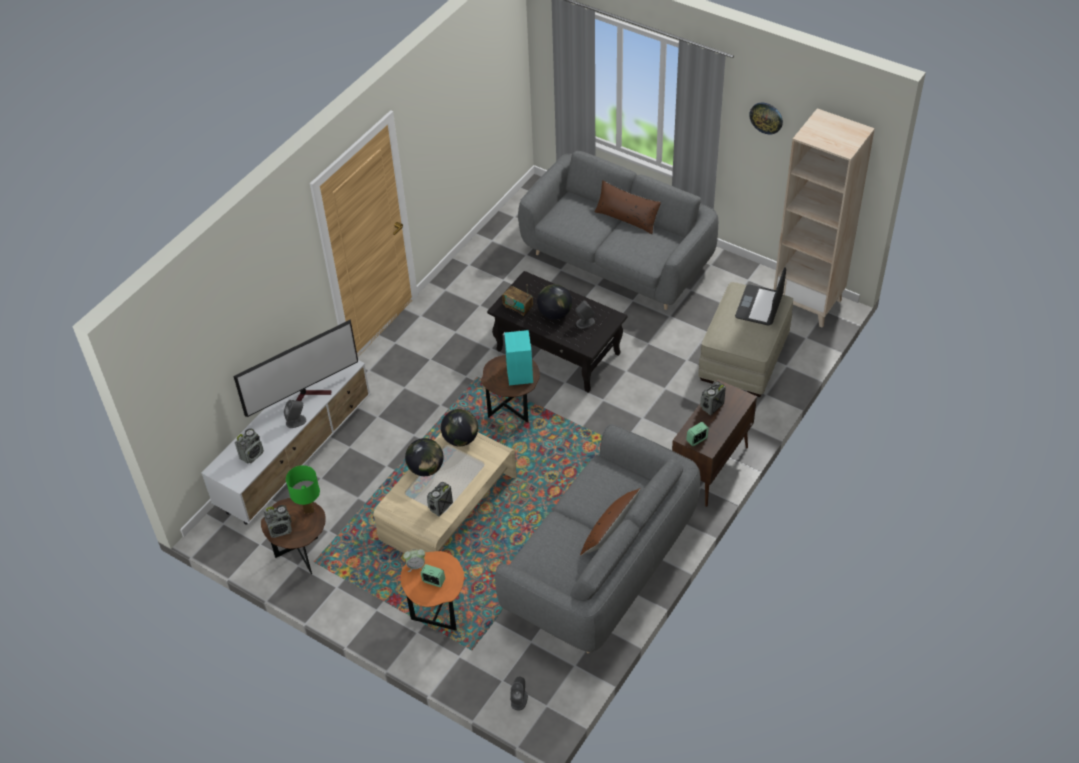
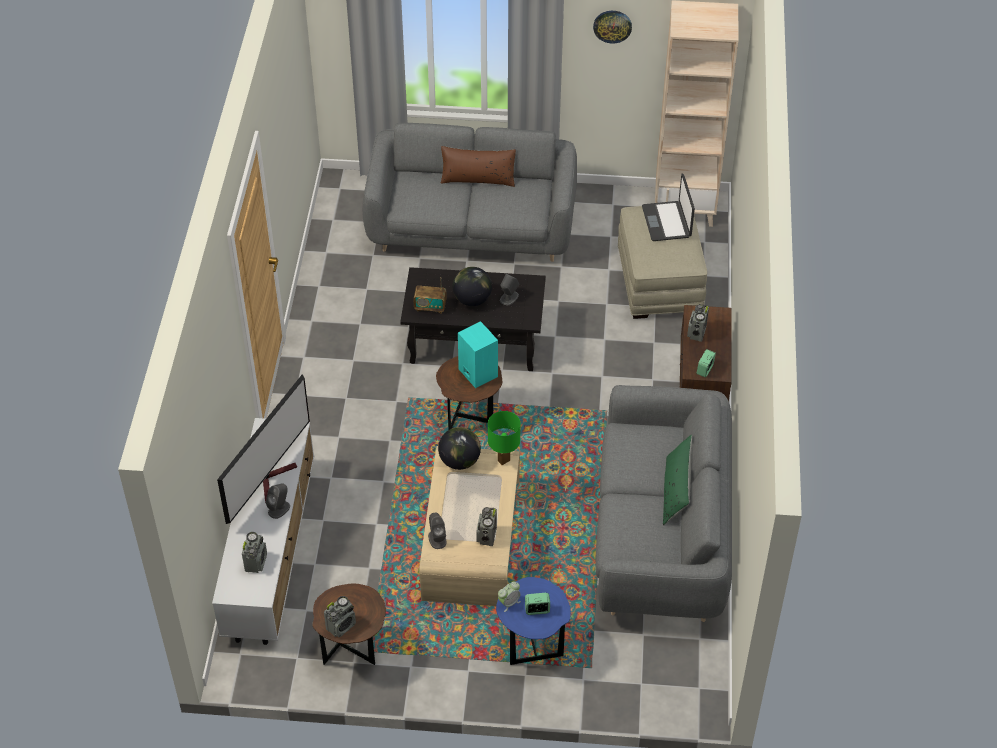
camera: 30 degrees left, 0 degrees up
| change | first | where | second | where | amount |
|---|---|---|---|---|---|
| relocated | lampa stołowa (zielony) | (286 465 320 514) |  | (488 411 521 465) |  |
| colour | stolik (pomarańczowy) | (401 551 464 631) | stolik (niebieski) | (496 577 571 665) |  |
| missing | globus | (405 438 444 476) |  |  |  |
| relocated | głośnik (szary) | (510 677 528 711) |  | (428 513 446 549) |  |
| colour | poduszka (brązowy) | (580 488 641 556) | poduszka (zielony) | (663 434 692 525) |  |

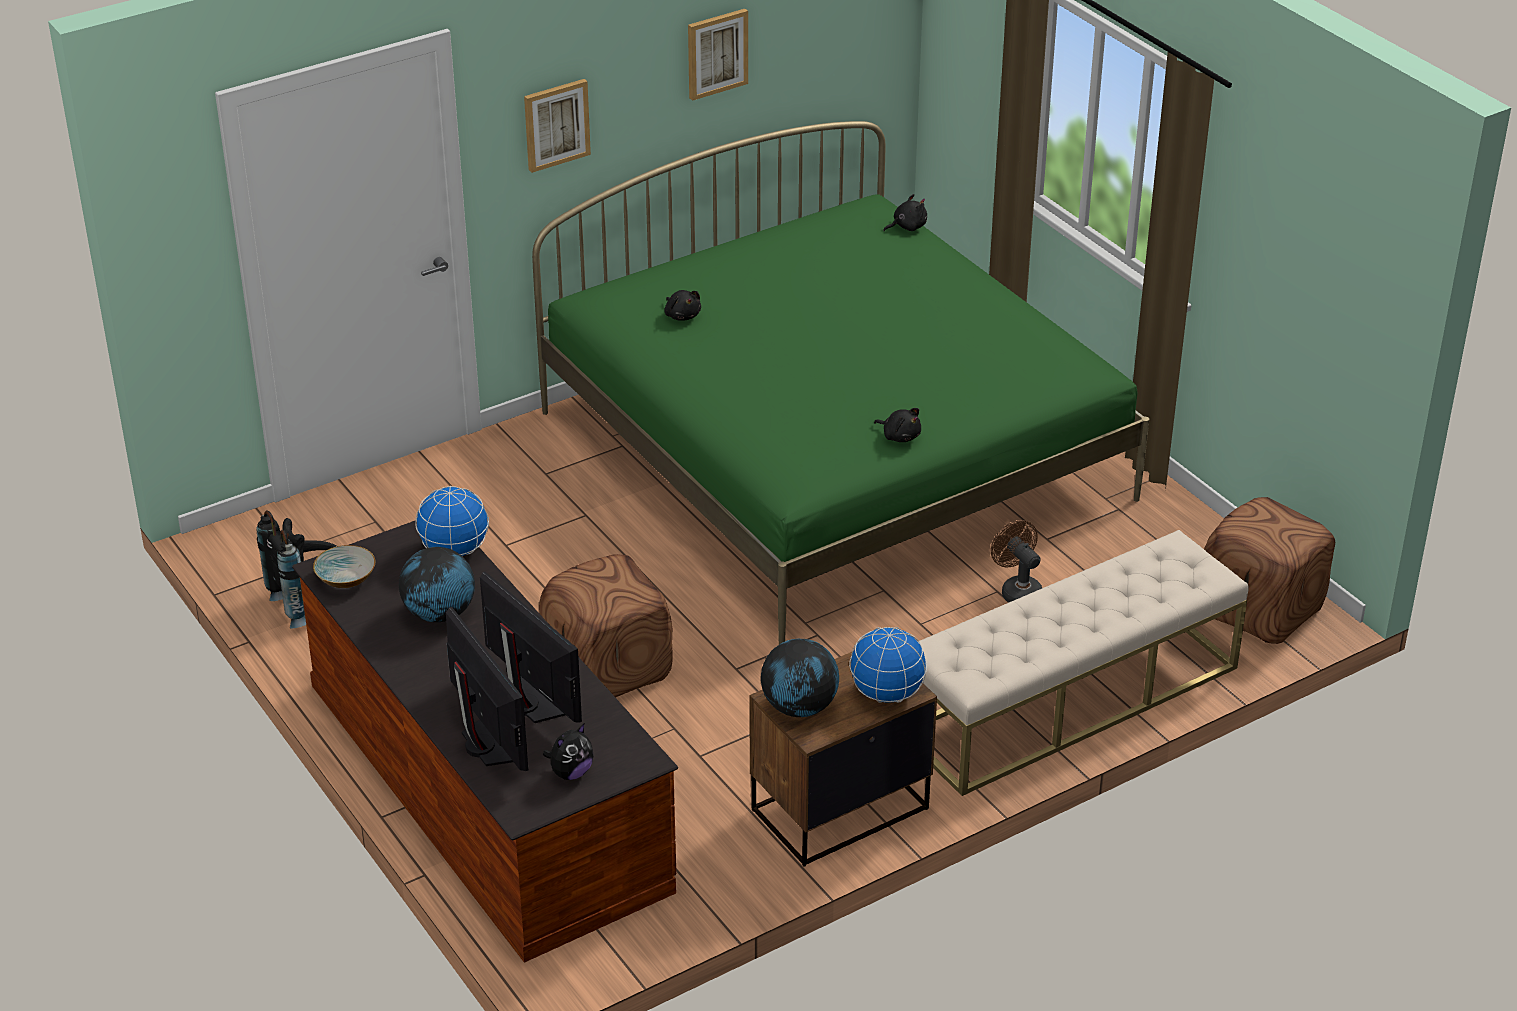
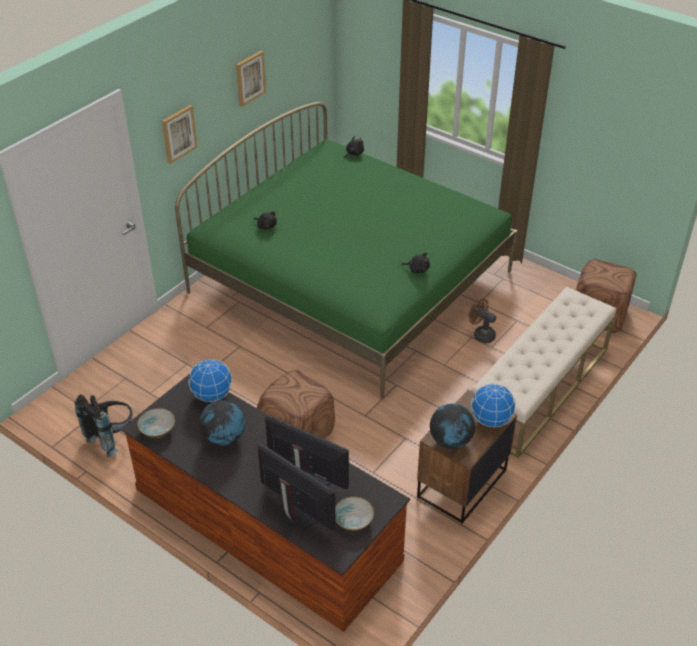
camera: 20 degrees left, 5 degrees up
| change | first | where | second | where | amount |
|---|---|---|---|---|---|
| exchanged | pluszak | (543 724 593 780) | miska | (335 497 374 531) |  |

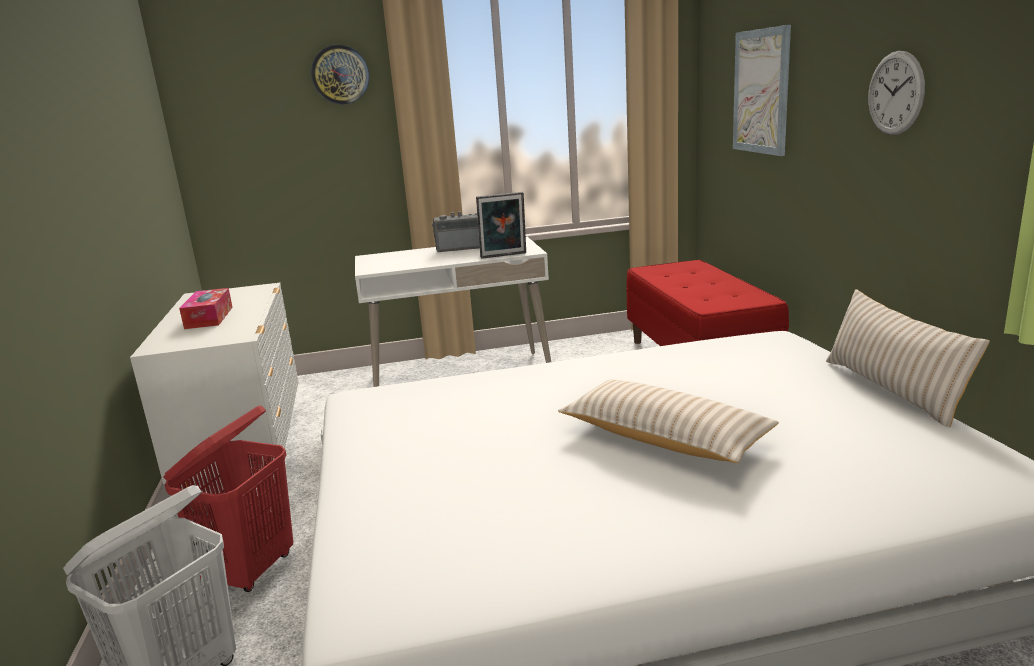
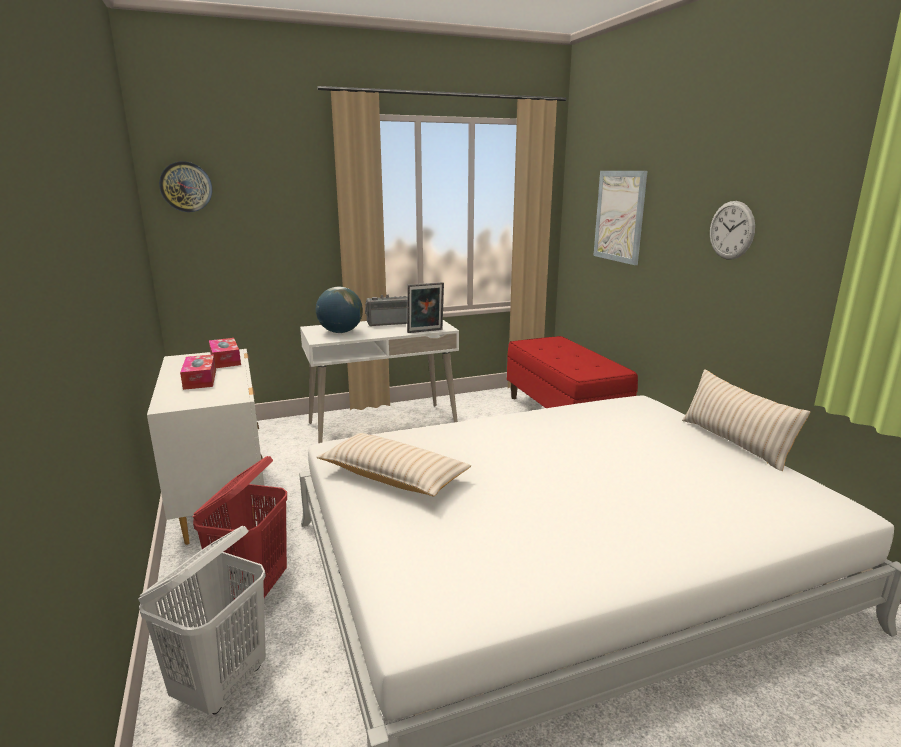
camera: 10 degrees left, 0 degrees up
| change | first | where | second | where | amount |
|---|---|---|---|---|---|
| relocated | zegar ścienny | (311 45 369 105) |  | (159 161 212 212) |  |
| relocated | poduszka (beżowy) | (558 379 779 463) |  | (317 433 471 496) |  |
| appeared |  |  | pudełko chusteczek | (209 338 241 368) |  |
| appeared |  |  | globus | (316 287 363 333) |  |

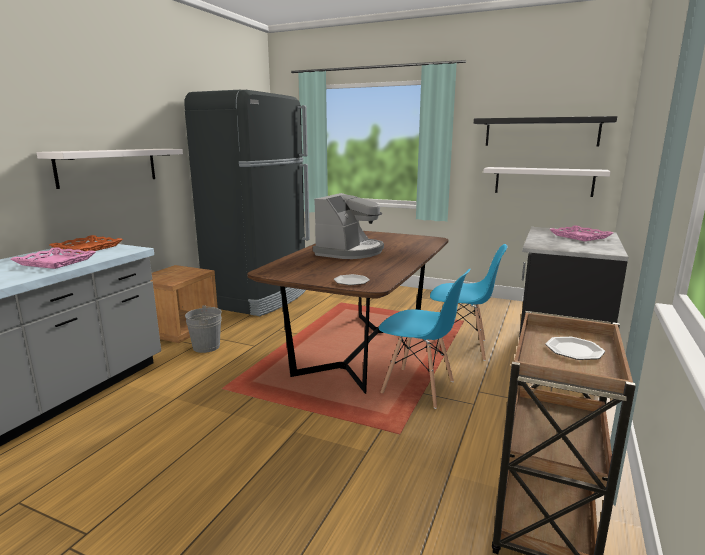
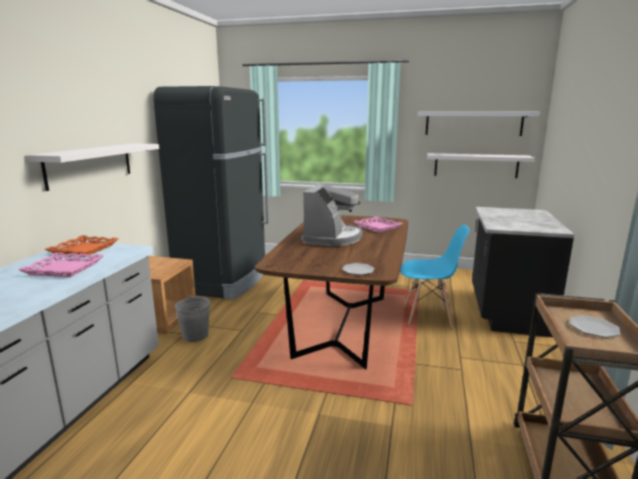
camera: 10 degrees left, 0 degrees up
| change | first | where | second | where | amount |
|---|---|---|---|---|---|
| missing | krzesło (niebieski) | (379 269 470 409) |  |  |  |
| colour | półka (czarny) | (474 116 617 146) | półka (biały) | (418 112 539 136) |  |
| relocated | taca (różowy) | (549 225 613 241) |  | (353 216 403 232) |  |

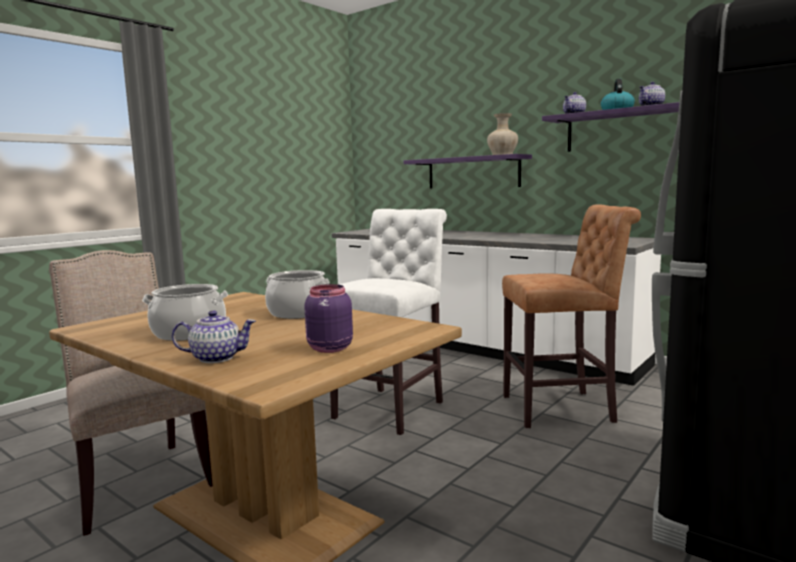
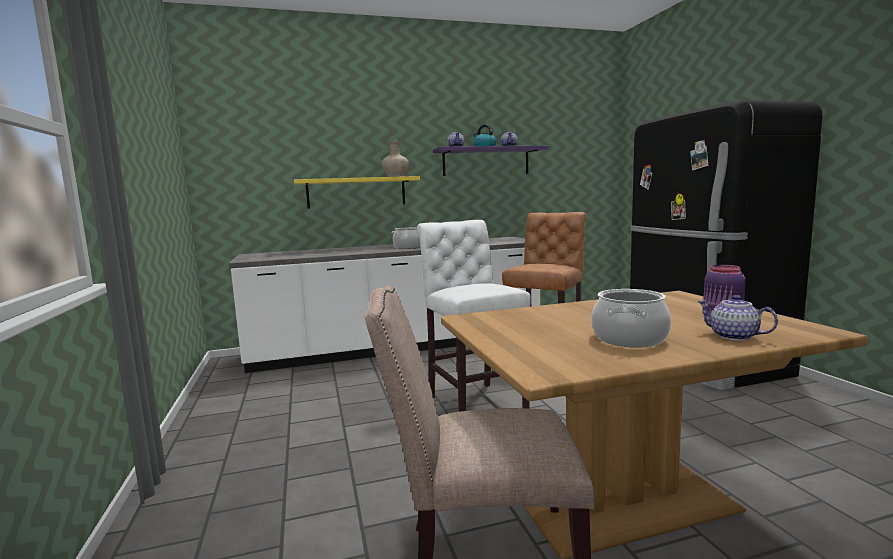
camera: 55 degrees left, 0 degrees up
| change | first | where | second | where | amount |
|---|---|---|---|---|---|
| spun | imbryk | (172 310 256 363) |  | (697 295 778 341) | 75 degrees counterclockwise |
| relocated | garnek | (265 270 330 319) |  | (392 227 421 249) |  |
| colour | półka (fioletowy) | (404 154 532 189) | półka (żółty) | (294 176 420 209) |  |

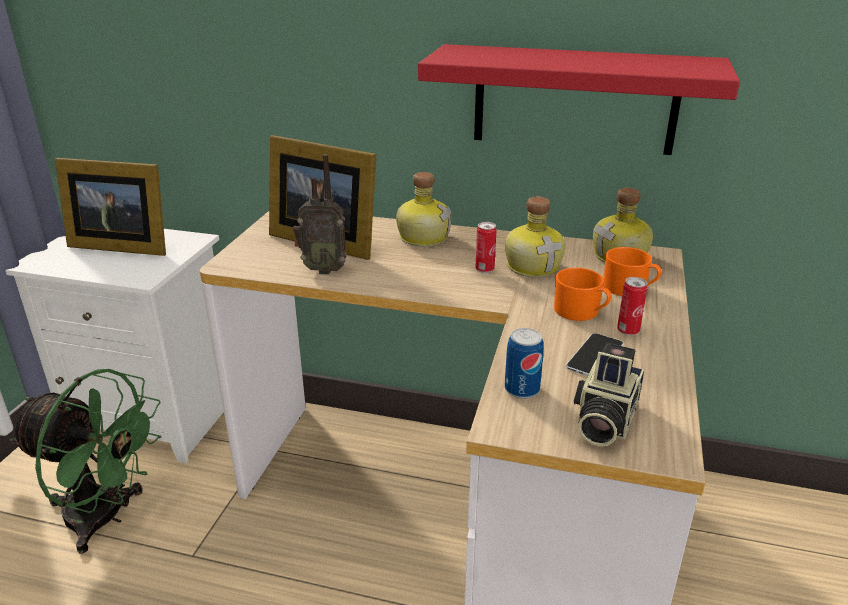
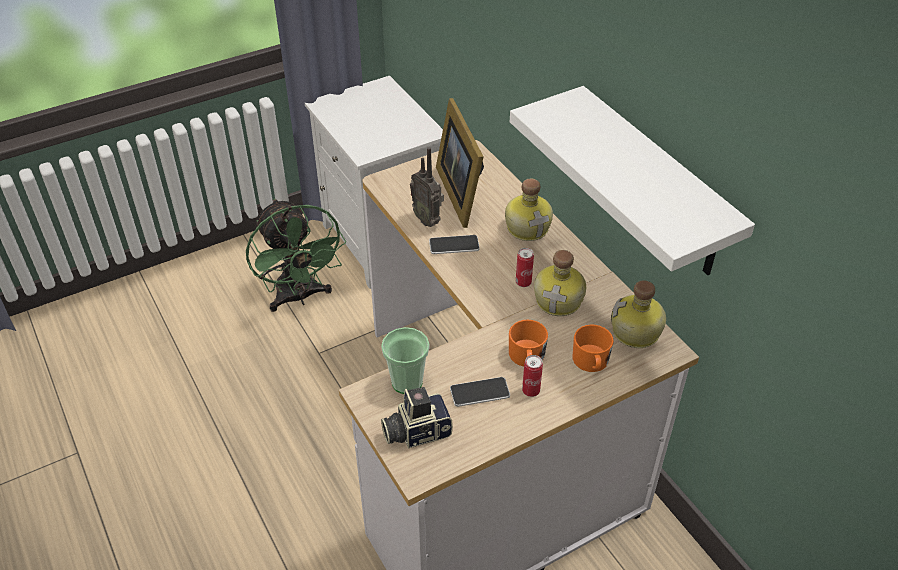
camera: 45 degrees right, 15 degrees up
| change | first | where | second | where | amount |
|---|---|---|---|---|---|
| missing | ramka na zdjęcie | (55 158 166 256) |  |  |  |
| colour | półka (czerwony) | (418 44 740 155) | półka (biały) | (510 86 755 275) |  |
| exchanged | puszka | (505 328 544 399) | filiżanka | (381 327 429 394) |  |
| appeared |  |  | telefon | (429 235 480 254) |  |

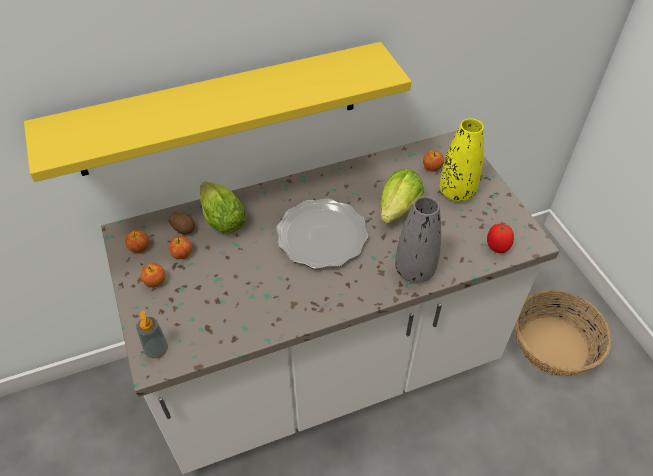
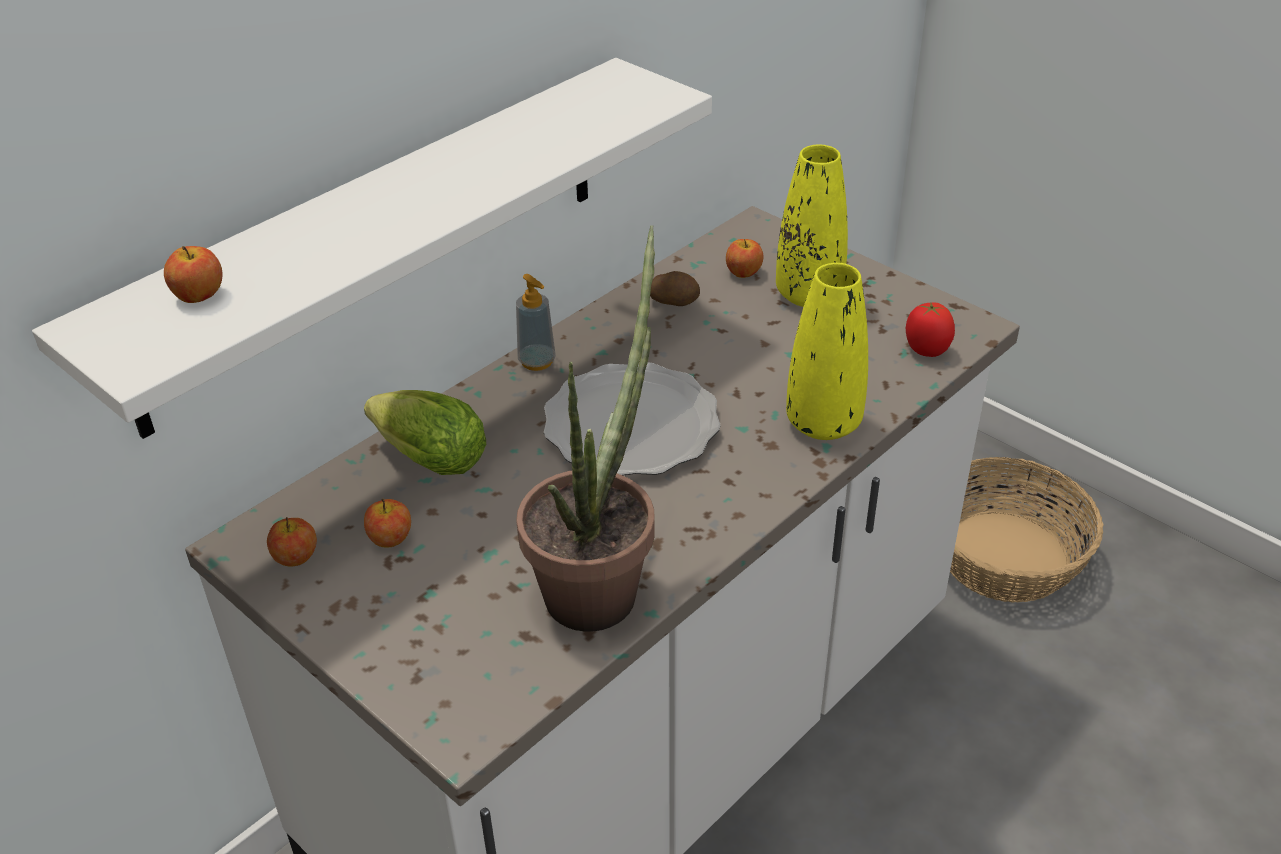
camera: 25 degrees left, 10 degrees down
| change | first | where | second | where | amount |
|---|---|---|---|---|---|
| colour | półka (żółty) | (24 42 411 182) | półka (biały) | (32 58 712 439) |  |
| relocated | dozownik mydła | (136 311 168 358) |  | (516 274 556 371) |  |
| relocated | jabłko | (140 263 165 288) |  | (164 246 223 303) |  |
| relocated | ziemniak | (168 212 195 234) |  | (650 271 700 306) |  |
| missing | sałata | (380 169 424 223) |  |  |  |
| colour | wazon (szary) | (395 196 441 282) | wazon (żółty) | (786 263 868 440) |  |
| appeared |  |  | roślina doniczkowa | (516 225 655 632) |  |

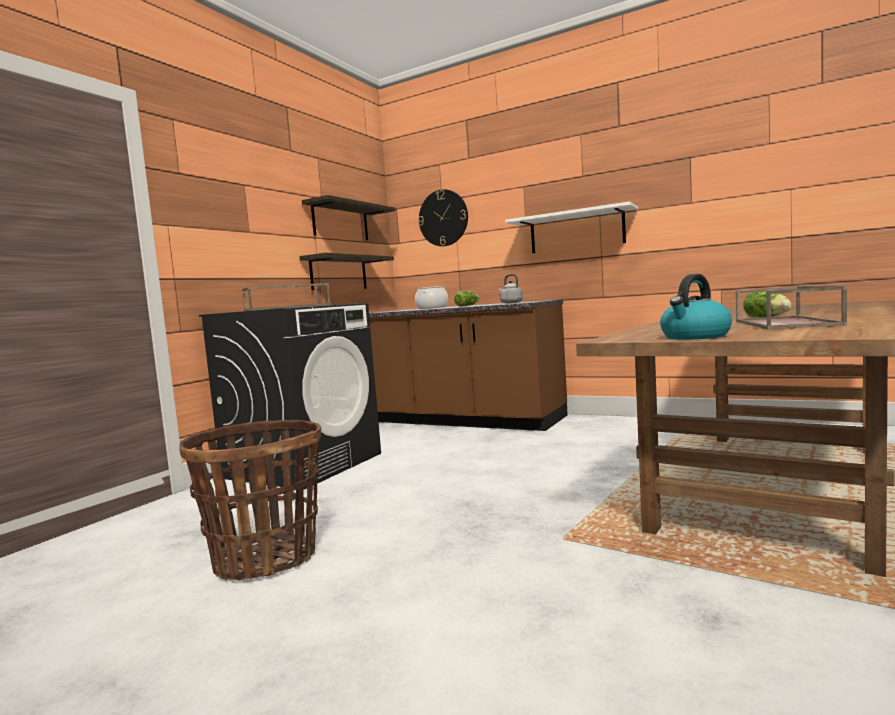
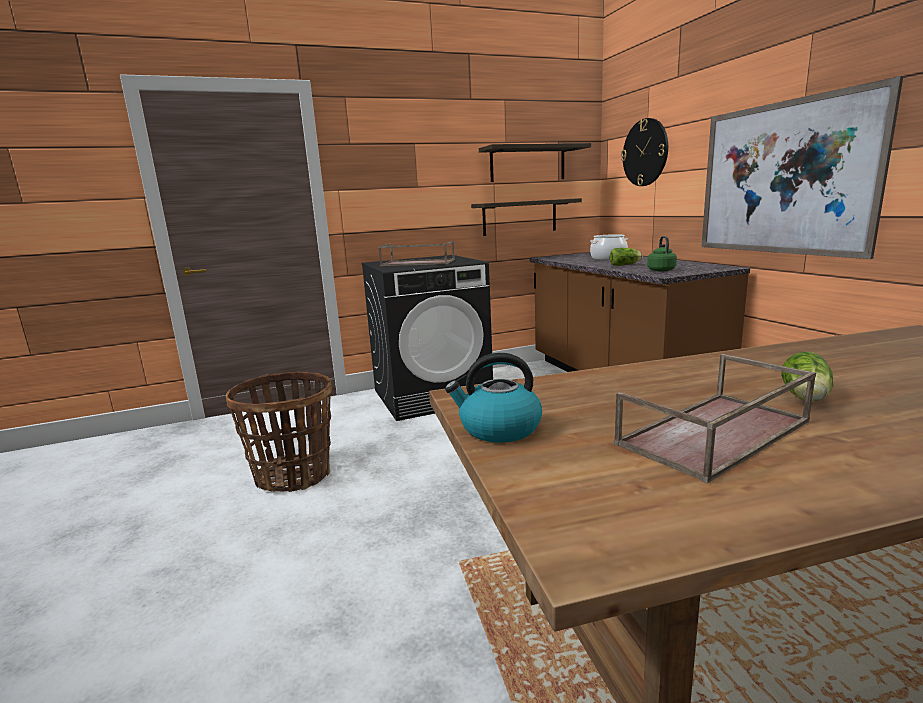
camera: 40 degrees right, 10 degrees up
| change | first | where | second | where | amount |
|---|---|---|---|---|---|
| colour | czajnik (szary) | (499 274 523 304) | czajnik (zielony) | (647 236 677 271) |  |
| exchanged | półka (biały) | (505 202 638 253) | obraz | (701 76 903 259) |  |

